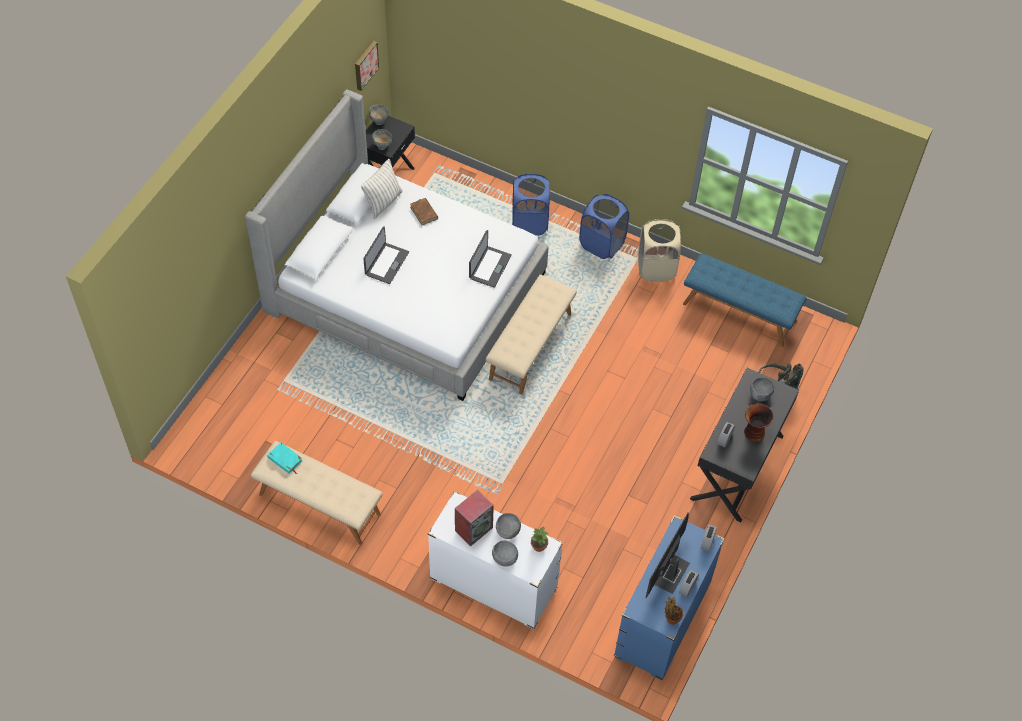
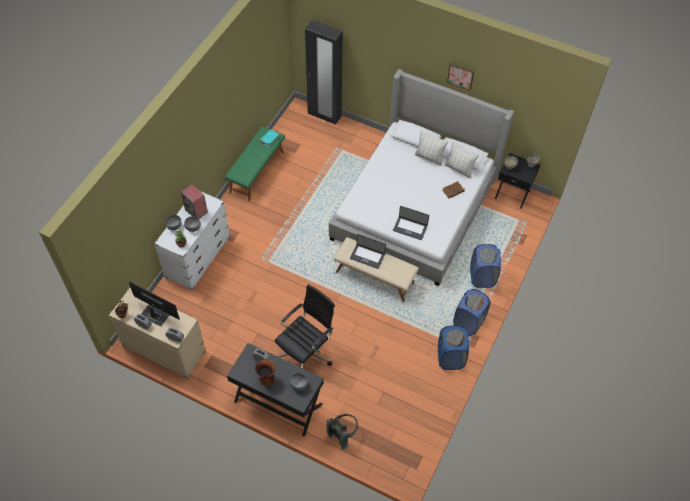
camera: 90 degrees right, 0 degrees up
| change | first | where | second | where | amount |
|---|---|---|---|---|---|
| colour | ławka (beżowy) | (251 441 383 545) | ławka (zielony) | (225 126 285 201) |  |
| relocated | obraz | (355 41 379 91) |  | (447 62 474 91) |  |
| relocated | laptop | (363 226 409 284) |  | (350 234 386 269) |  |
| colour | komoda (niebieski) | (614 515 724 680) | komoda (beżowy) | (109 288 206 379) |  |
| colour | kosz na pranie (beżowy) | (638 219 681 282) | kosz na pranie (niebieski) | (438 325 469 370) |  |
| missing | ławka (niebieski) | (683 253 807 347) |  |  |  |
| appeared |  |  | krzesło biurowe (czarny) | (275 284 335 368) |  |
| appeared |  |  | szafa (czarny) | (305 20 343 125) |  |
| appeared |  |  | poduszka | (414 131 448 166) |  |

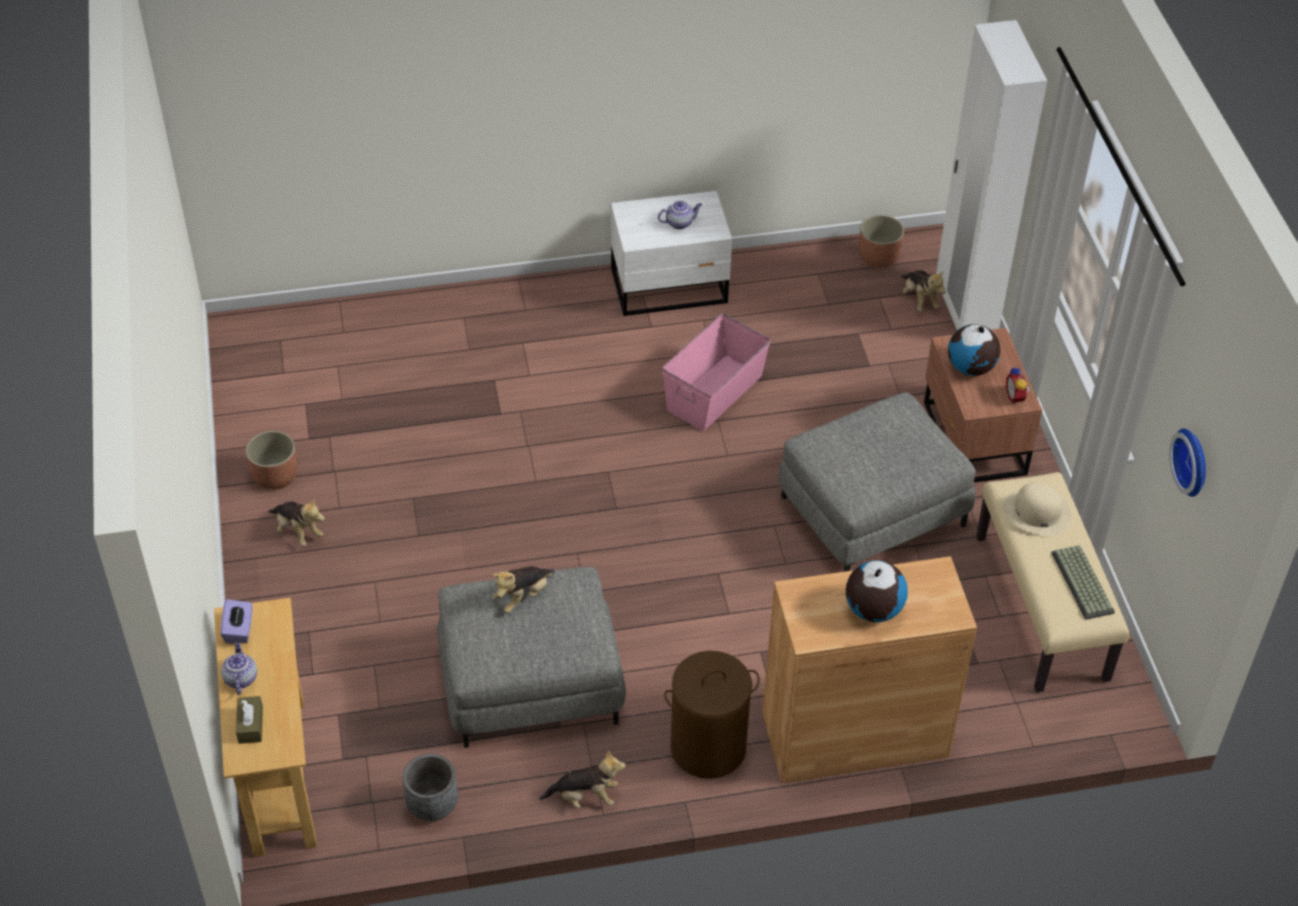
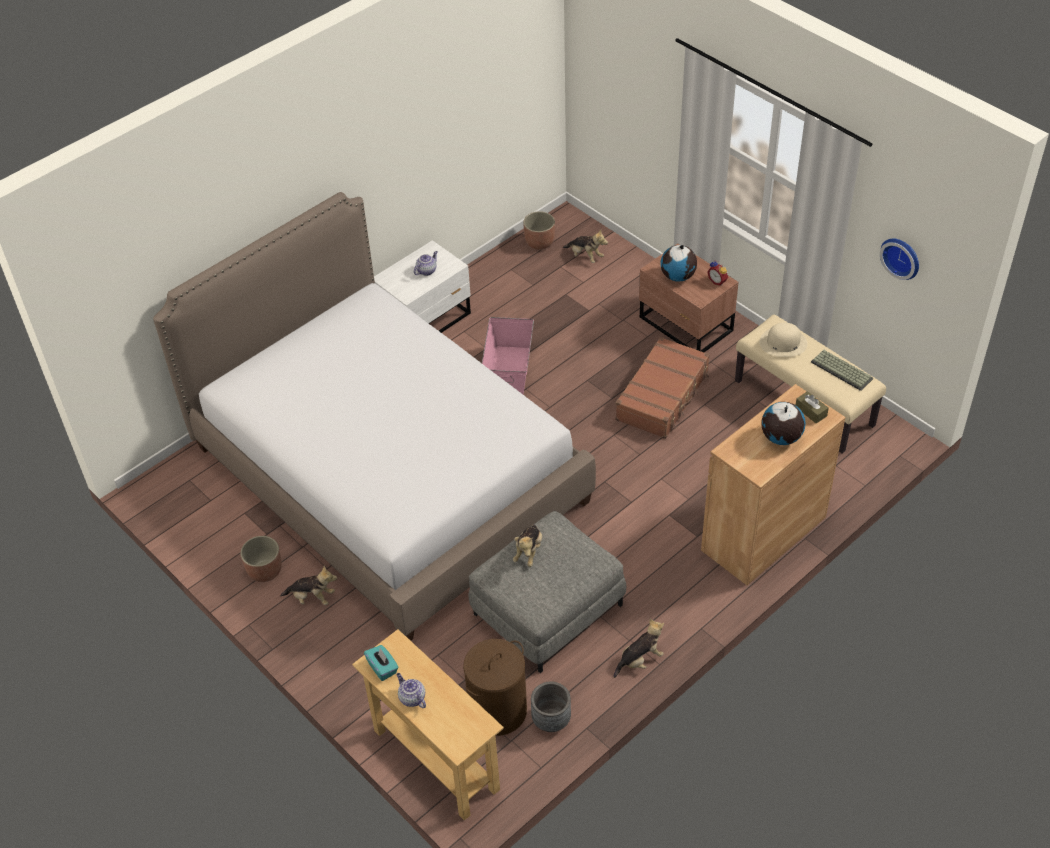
camera: 30 degrees left, 0 degrees up
| change | first | where | second | where | amount |
|---|---|---|---|---|---|
| colour | pudełko chusteczek (fioletowy) | (221 599 253 643) | pudełko chusteczek (turkusowy) | (364 645 399 681) |  |
| relocated | pudełko chusteczek (brązowy) | (236 696 263 744) |  | (796 391 829 424) |  |
| relocated | kosz na pranie (brązowy) | (664 651 760 779) |  | (463 639 527 736) |  |
| exchanged | pufa (szary) | (779 392 976 571) | walizka (brązowy) | (615 337 710 439) |  |
| missing | szafa (biały) | (936 20 1047 330) |  |  |  |
| appeared |  |  | łóżko | (153 192 596 641) |  |

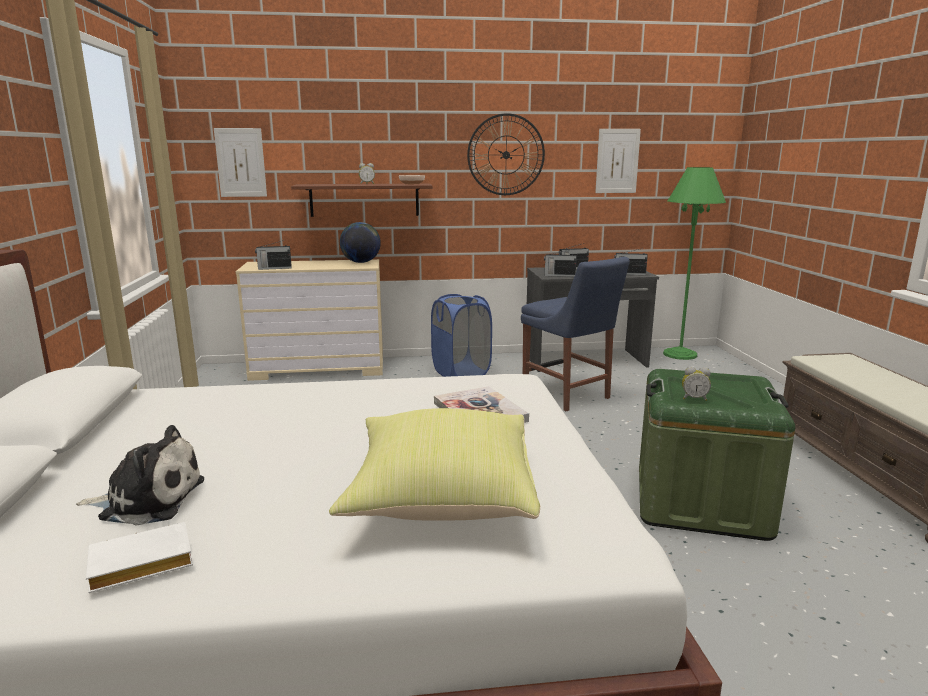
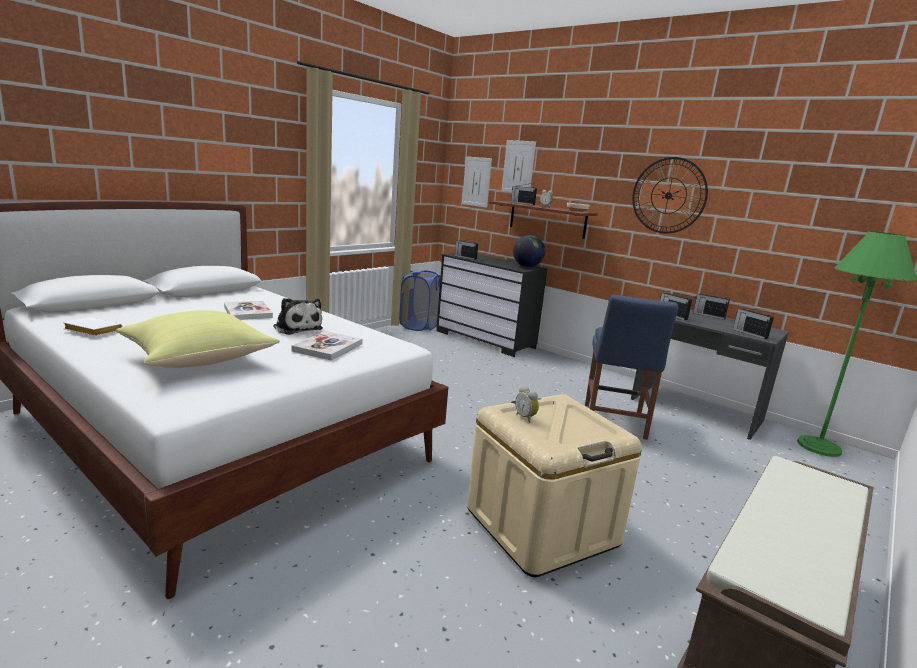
camera: 45 degrees right, 0 degrees up
| change | first | where | second | where | amount |
|---|---|---|---|---|---|
| relocated | pluszak | (76 425 204 526) |  | (273 298 323 335) |  |
| colour | komoda (beżowy) | (236 259 383 381) | komoda (czarny) | (436 253 547 357) |  |
| relocated | kosz na pranie (niebieski) | (431 294 492 377) |  | (399 271 441 331) |  |
| relocated | obraz | (595 129 641 193) |  | (501 140 536 192) |  |
| colour | pojemnik do przechowywania (zielony) | (639 369 795 541) | pojemnik do przechowywania (beżowy) | (467 394 642 577) |  |
| appeared |  |  | książka | (224 301 273 320) |  |
| appeared |  |  | radio | (511 183 537 205) |  |

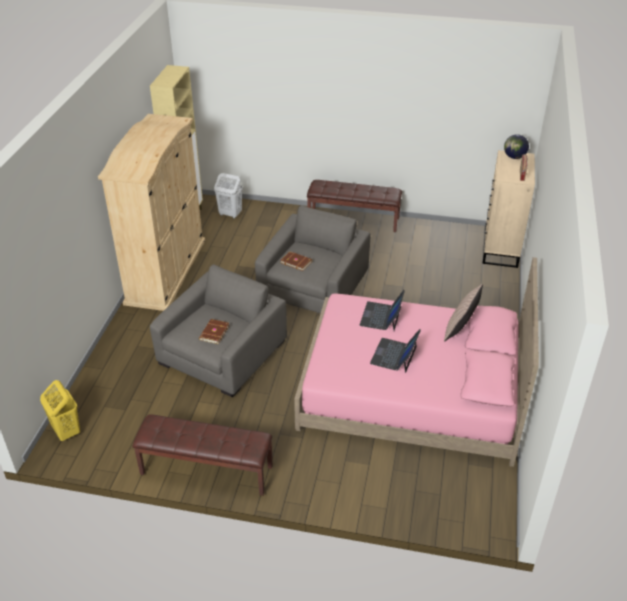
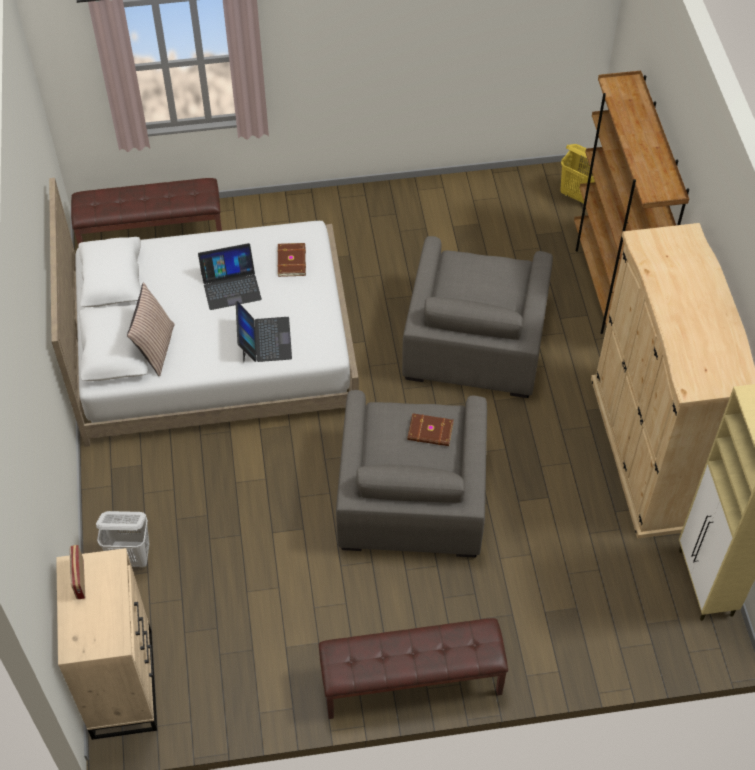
camera: 160 degrees right, 15 degrees up
| change | first | where | second | where | amount |
|---|---|---|---|---|---|
| relocated | ławka (brązowy) | (133 414 273 496) |  | (71 178 222 245) |  |
| relocated | książka (brązowy) | (199 319 230 344) |  | (278 243 306 277) |  |
| relocated | kosz na pranie (biały) | (214 173 243 219) |  | (96 511 149 567) |  |
| colour | łóżko (różowy) | (294 257 539 467) | łóżko (biały) | (49 178 359 447) |  |
| spun | laptop | (370 329 421 373) |  | (198 243 262 310) | 75 degrees clockwise |
| missing | globus | (504 134 529 159) |  |  |  |
| appeared |  |  | regał (brązowy) | (574 71 689 334) |  |

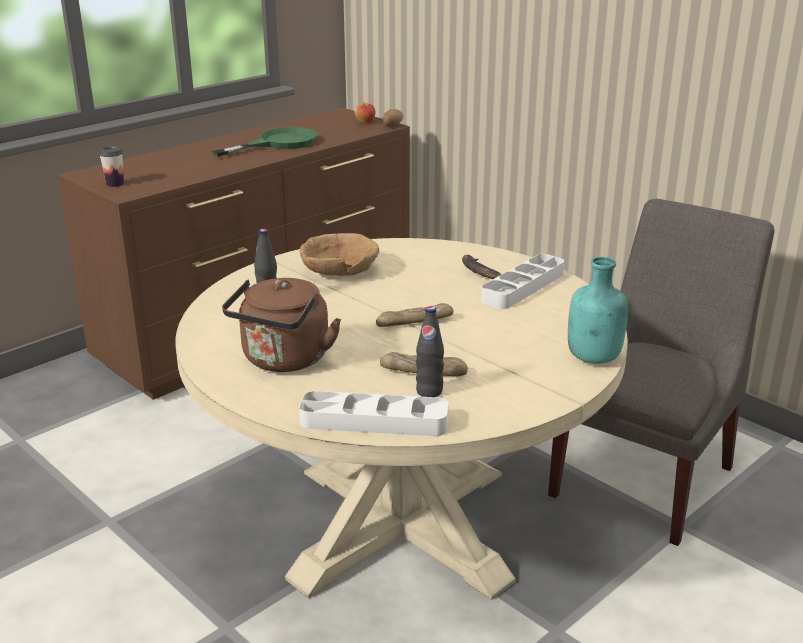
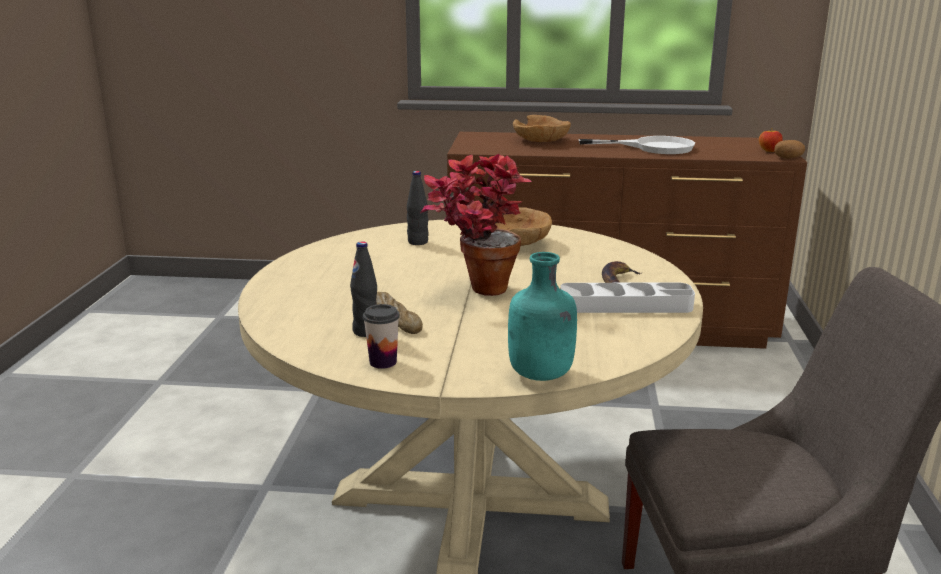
camera: 50 degrees right, 5 degrees down
| change | first | where | second | where | amount |
|---|---|---|---|---|---|
| relocated | filiżanka | (99 147 124 187) |  | (363 304 400 369) |  |
| colour | patelnia (zielony) | (211 127 318 157) | patelnia (biały) | (579 136 695 154) |  |
| missing | czajnik (brązowy) | (222 278 341 372) |  |  |  |
| missing | taca (biały) | (299 391 449 436) |  |  |  |
| exchanged | chleb | (376 303 454 327) | roślina doniczkowa | (421 154 532 296) |  |
| appeared |  |  | miska (brązowy) | (513 115 571 142) |  |

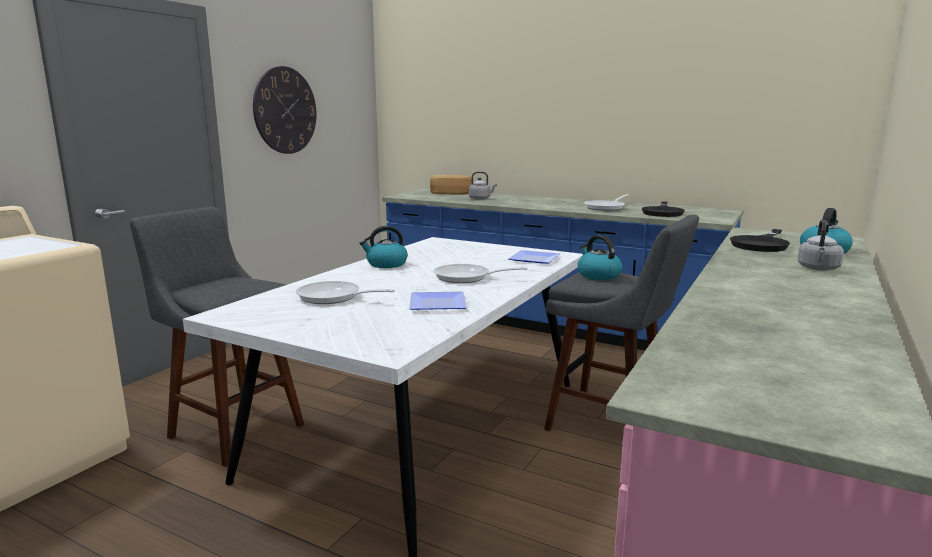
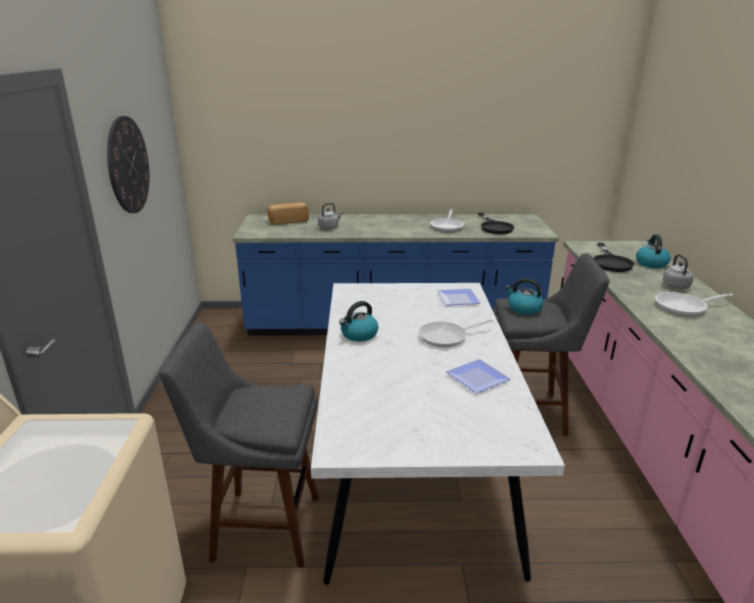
camera: 30 degrees left, 10 degrees up
| change | first | where | second | where | amount |
|---|---|---|---|---|---|
| relocated | patelnia | (296 281 395 304) |  | (655 292 733 316) |  |

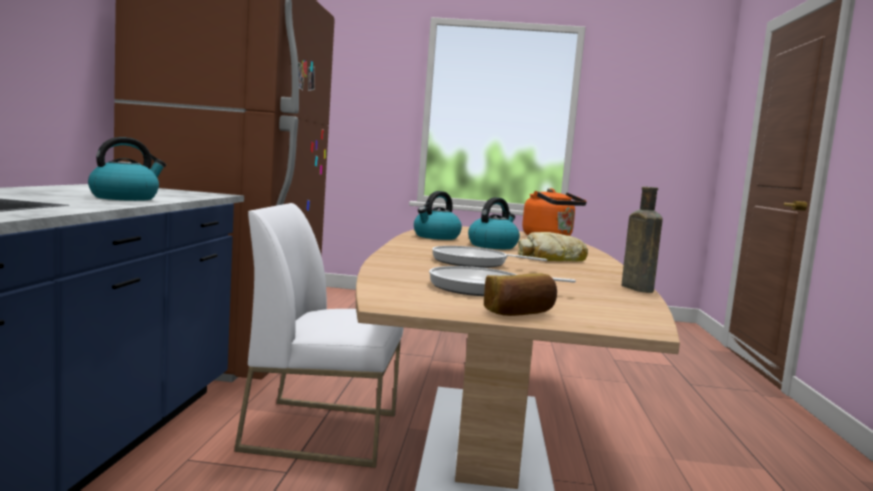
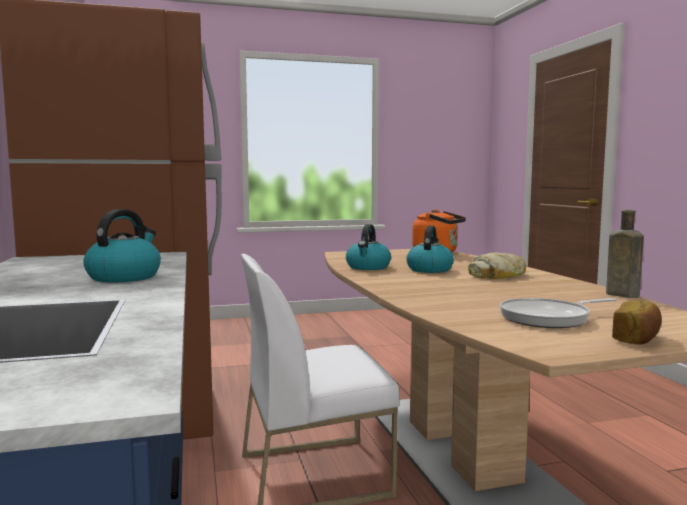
camera: 20 degrees left, 0 degrees up
| change | first | where | second | where | amount |
|---|---|---|---|---|---|
| missing | patelnia | (432 246 547 268) |  |  |  |

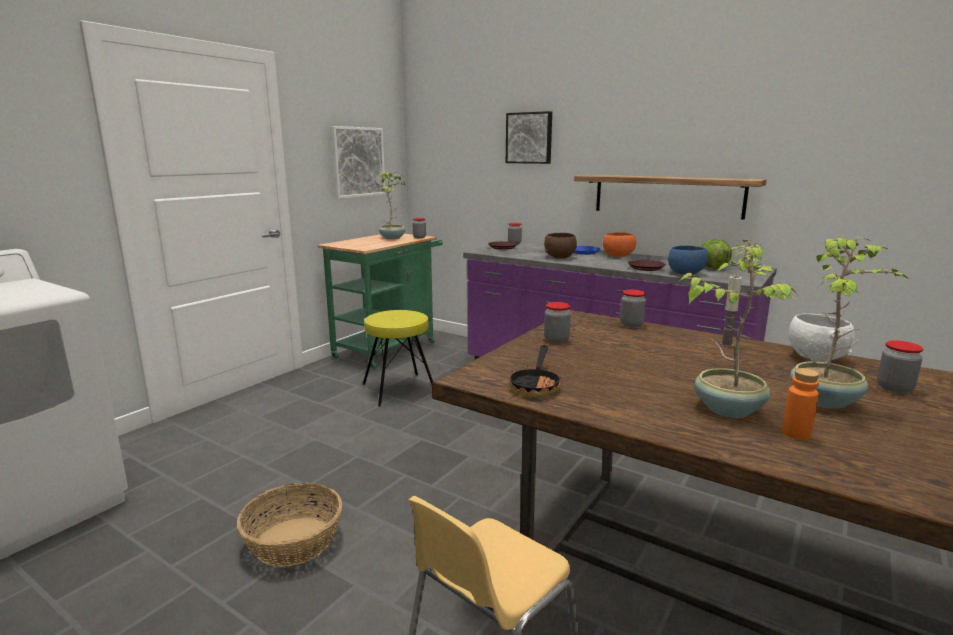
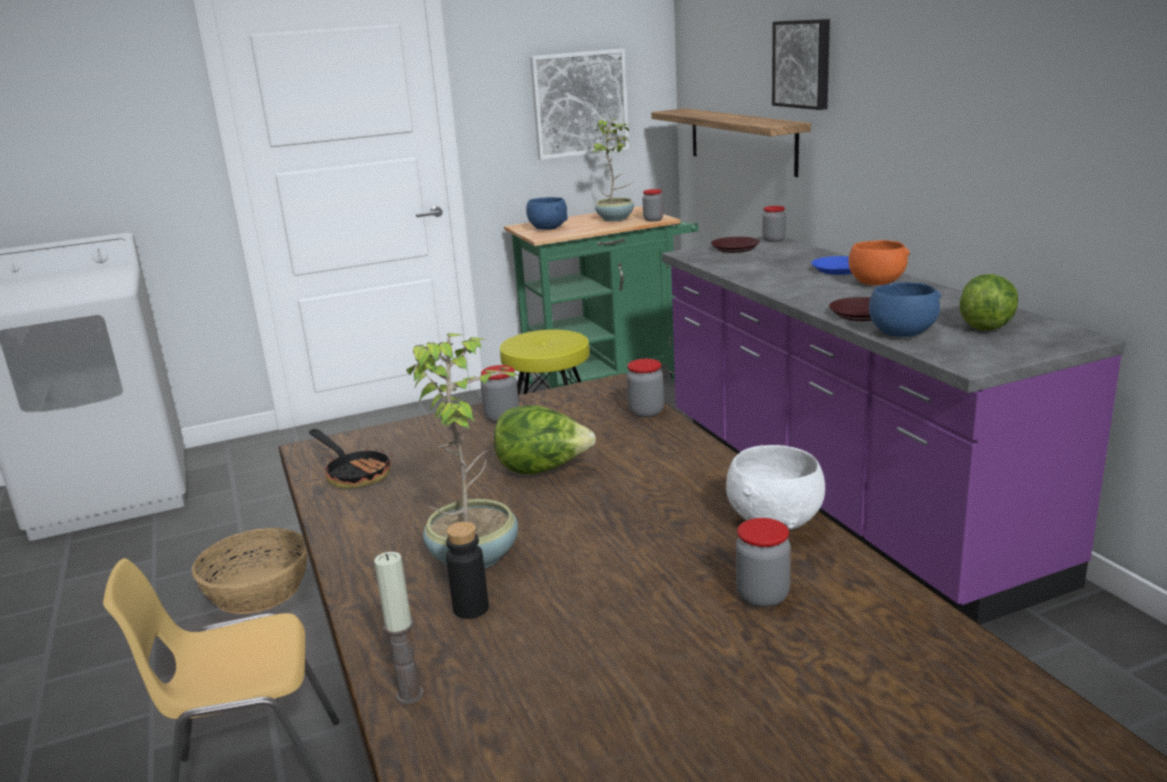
camera: 35 degrees right, 5 degrees up
| change | first | where | second | where | amount |
|---|---|---|---|---|---|
| spun | patelnia | (509 345 562 397) |  | (309 429 392 489) | 90 degrees counterclockwise |
| missing | miska (brązowy) | (544 233 577 259) |  |  |  |
| relocated | półka | (574 175 767 220) |  | (651 108 811 177) |  |
| relocated | świeca | (720 276 742 347) |  | (374 552 424 704) |  |
| colour | butelka (pomarańczowy) | (782 368 820 440) | butelka (czarny) | (446 522 489 619) |  |
| missing | roślina doniczkowa | (790 237 908 409) |  |  |  |
| appeared |  |  | sałata | (494 405 596 474) |  |
| appeared |  |  | miska (niebieski) | (526 197 568 230) |  |

